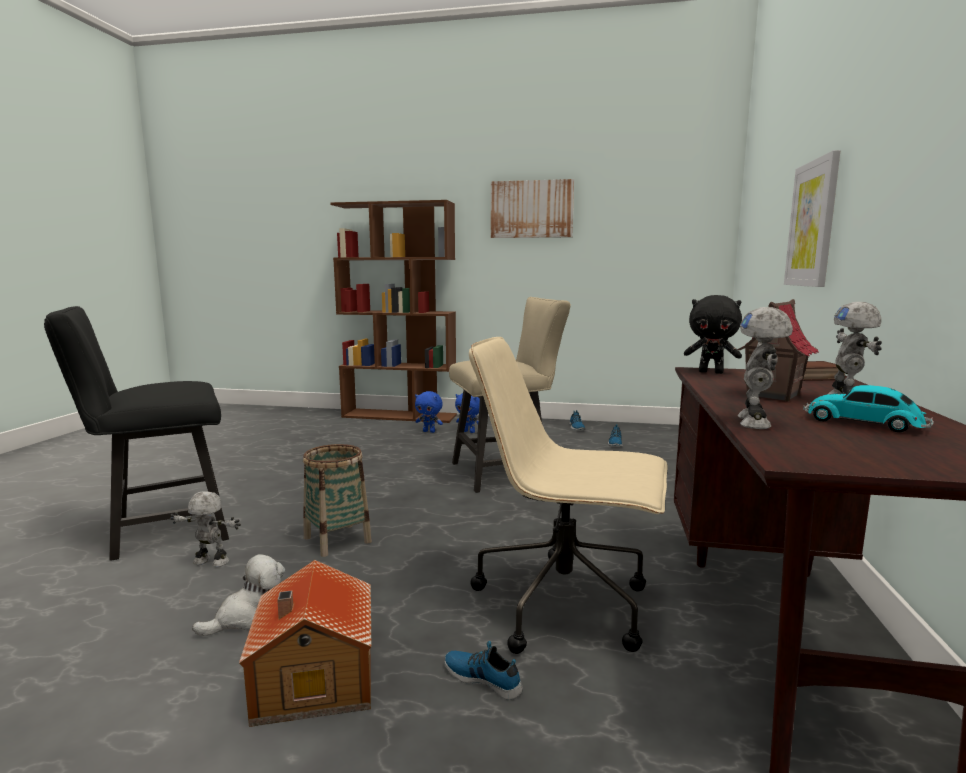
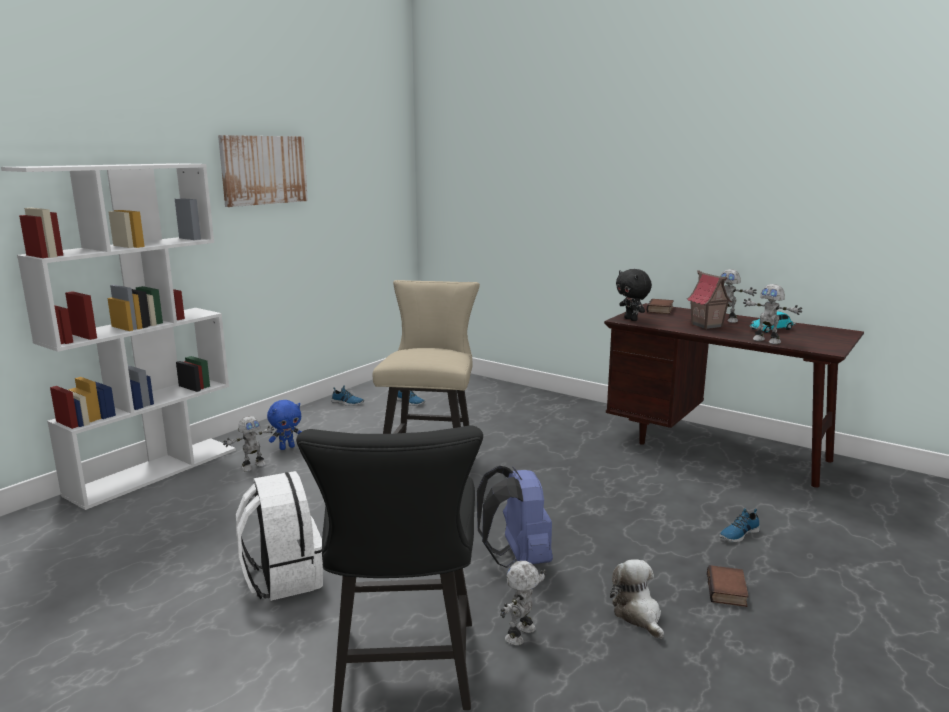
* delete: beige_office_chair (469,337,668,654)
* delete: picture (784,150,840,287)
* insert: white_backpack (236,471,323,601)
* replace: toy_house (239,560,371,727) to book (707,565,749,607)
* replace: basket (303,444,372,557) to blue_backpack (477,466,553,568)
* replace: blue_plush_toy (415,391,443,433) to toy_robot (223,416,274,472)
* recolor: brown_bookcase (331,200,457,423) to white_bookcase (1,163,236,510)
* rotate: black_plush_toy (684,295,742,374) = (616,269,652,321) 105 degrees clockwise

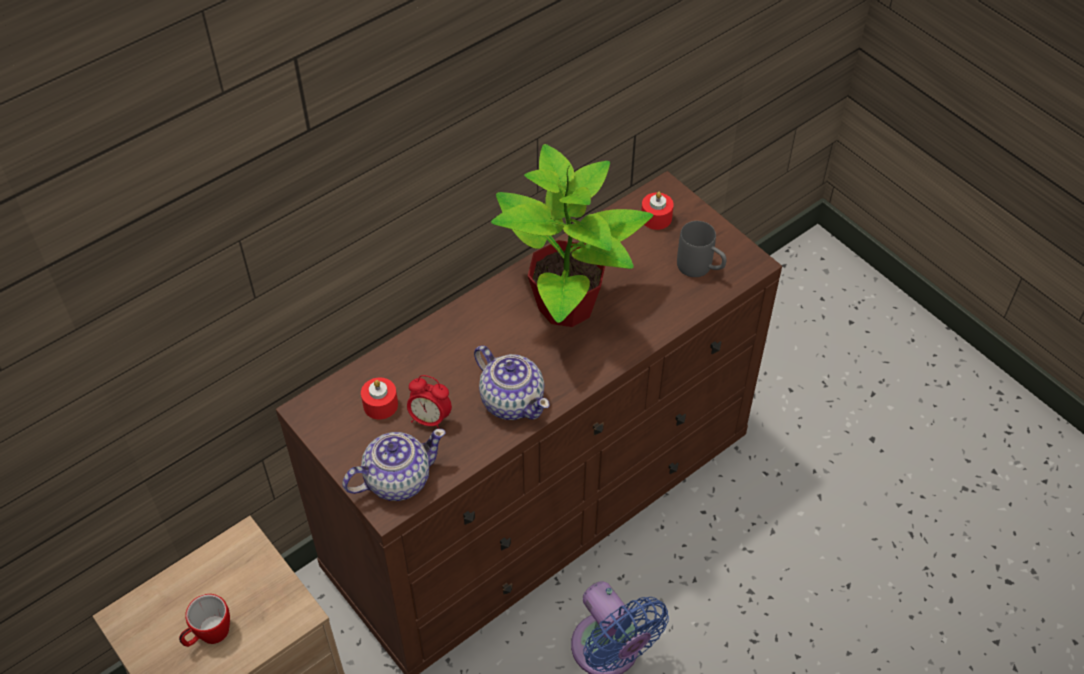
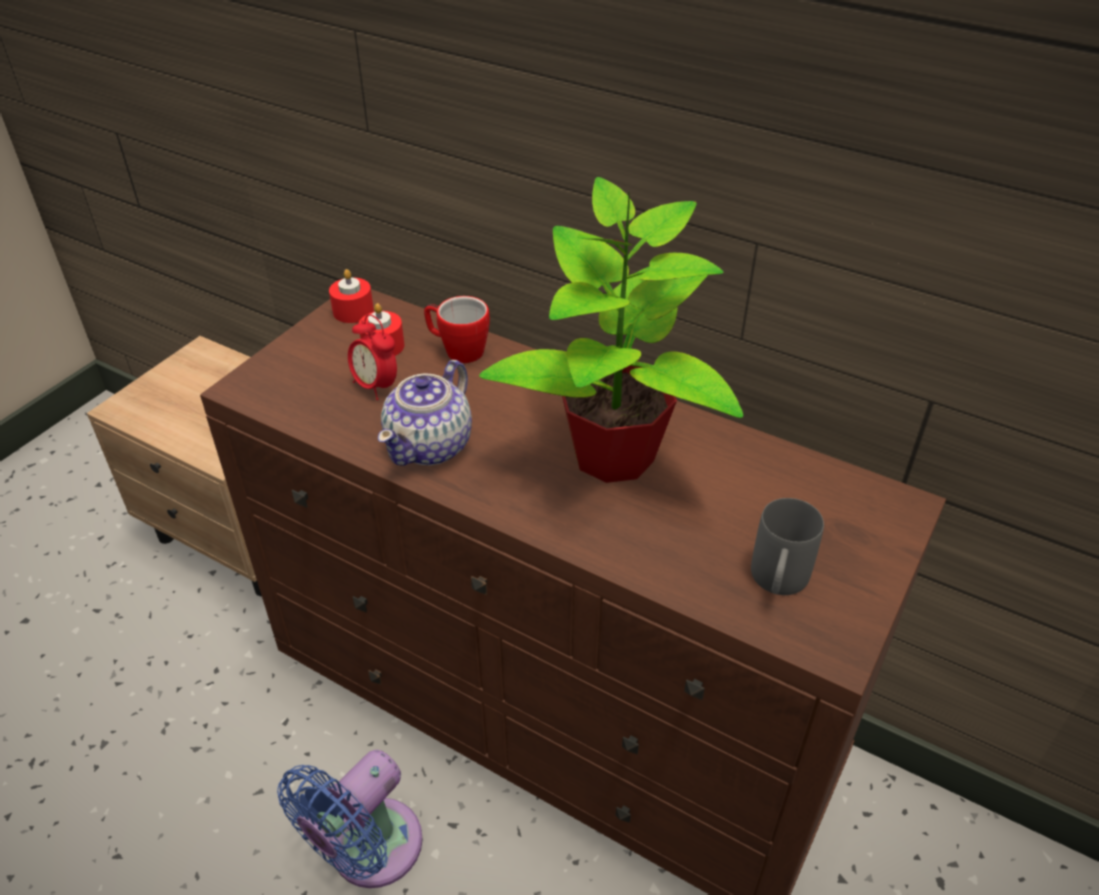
* delete: teapot (342,429,446,501)
* move: mug (179,594,230,647) to (424,296,490,363)
* move: red_candle (641,192,674,230) to (329,269,374,323)
* rotate: alarm_clock (407,375,452,429) = (348,314,397,400) 45 degrees counterclockwise

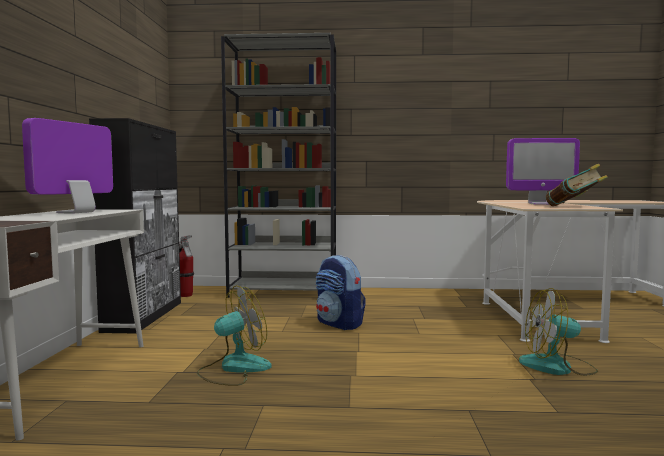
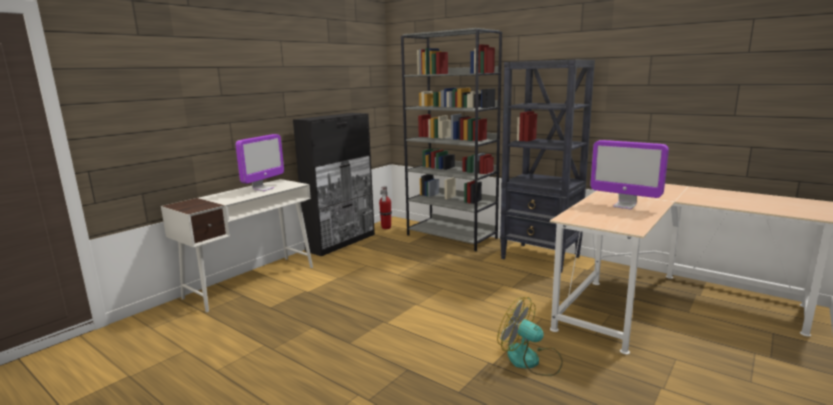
* delete: fan (197,285,272,386)
* delete: backpack (316,255,366,330)
* delete: book (546,164,608,206)
* insert: black_bookcase (500,60,595,273)
* rotate: monitor (22,118,113,214) = (235,134,284,191) 150 degrees clockwise

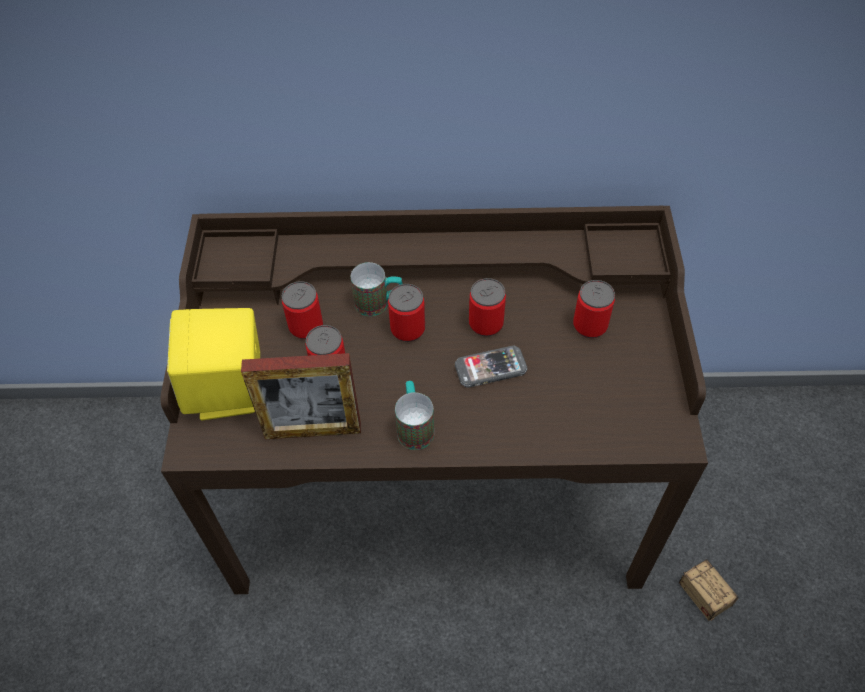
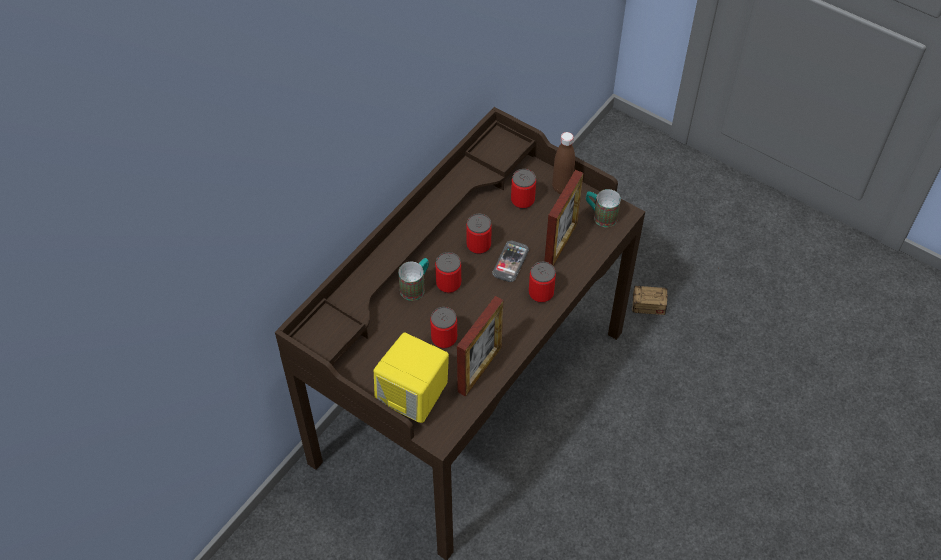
* insert: picture_frame (544,170,584,266)
* insert: brown_bottle (552,132,575,194)
* move: can (282,281,323,339) to (529,262,556,303)
* move: mug (395,381,434,450) to (586,189,621,227)

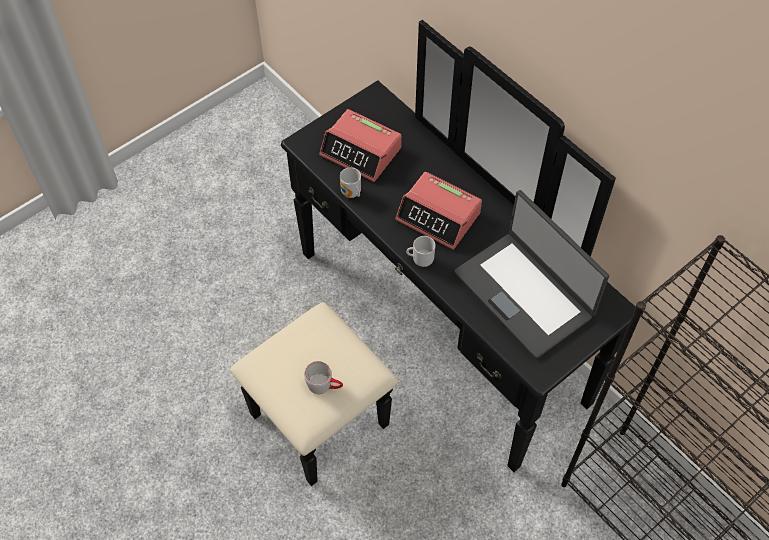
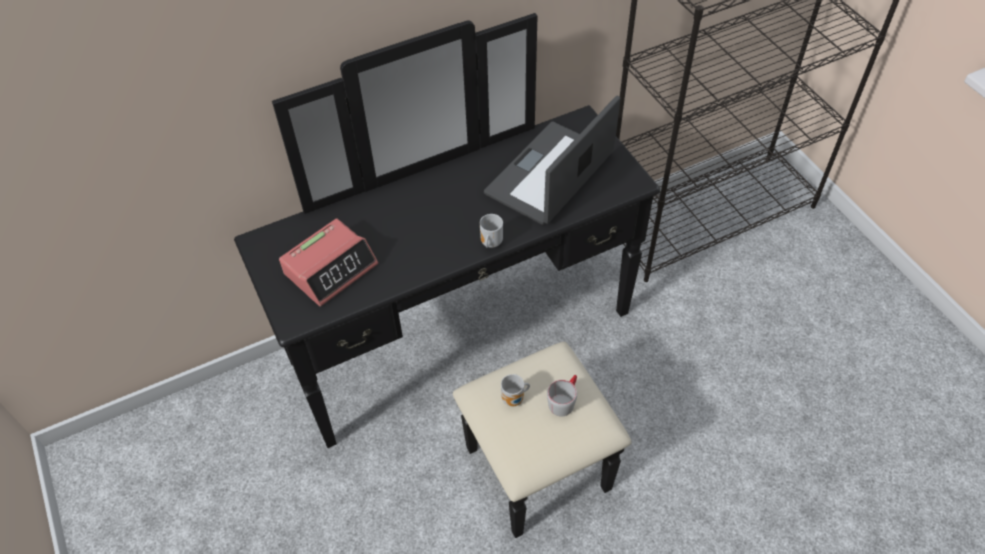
* delete: alarm_clock (396,172,482,250)
* move: mug (340,167,361,198) to (501,374,530,406)
* rotate: laptop (454,190,609,359) = (484,96,621,225) 150 degrees clockwise

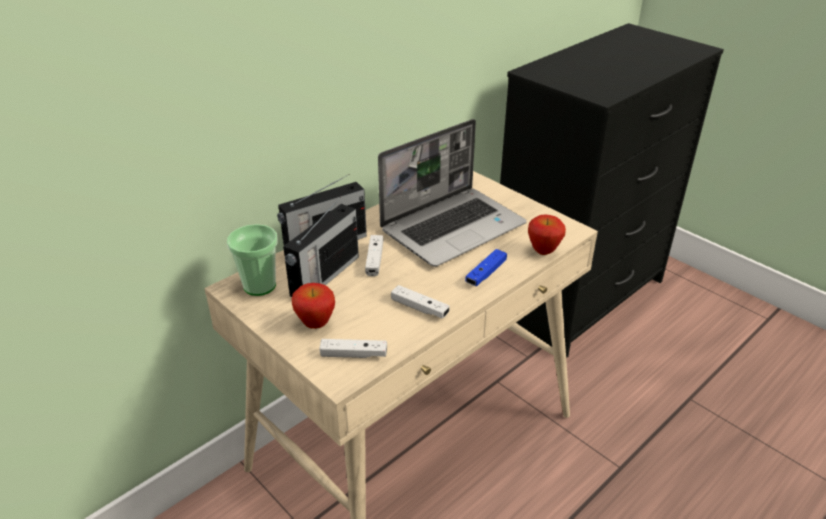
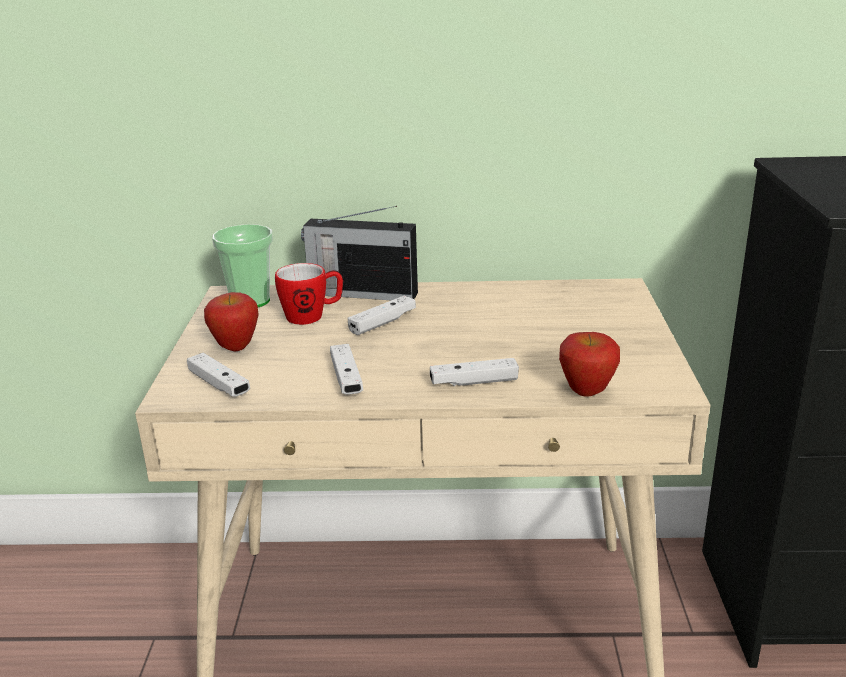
* delete: laptop (378,119,527,267)
* replace: radio (283,197,359,297) to mug (275,263,343,325)
* recolor: blue_game_controller (465,249,507,286) to white_game_controller (430,358,519,386)

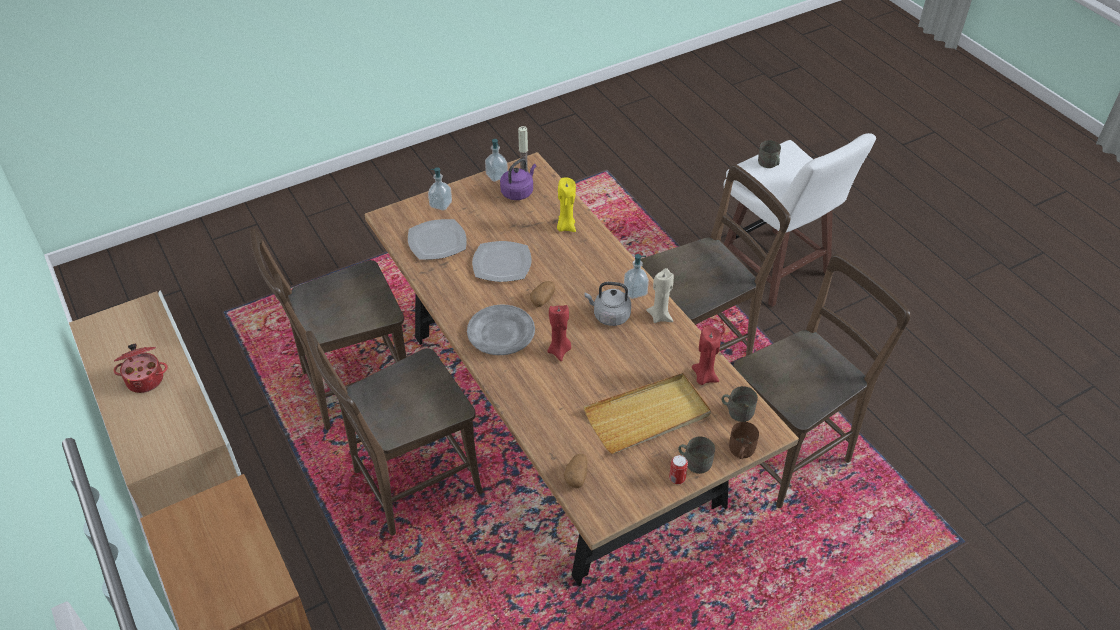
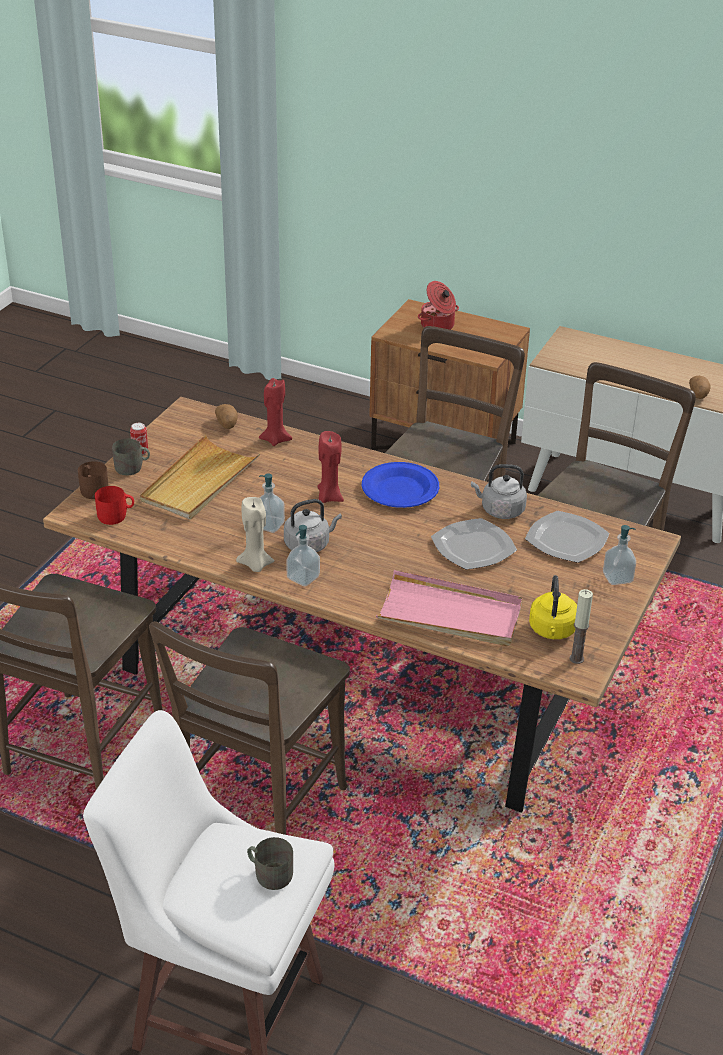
* insert: grey_kettle (471,464,527,519)
* move: cooking_pot (114,343,167,393) to (418,281,459,330)
* move: soap_dispenser (485,139,508,182) to (259,473,285,533)
* move: potato (530,281,555,307) to (689,376,711,399)
* move: red_candle (692,326,721,385) to (259,378,292,446)
* replace: yellow_candle (557,177,576,232) to pink_tray (376,570,523,646)
* recolor: grey_plate (467,305,535,355) to blue_plate (362,462,439,508)
* recolor: purple_kettle (500,159,536,200) to yellow_kettle (529,575,577,639)
* recolor: grey_mug (722,386,758,422) to red_mug (95,486,134,525)

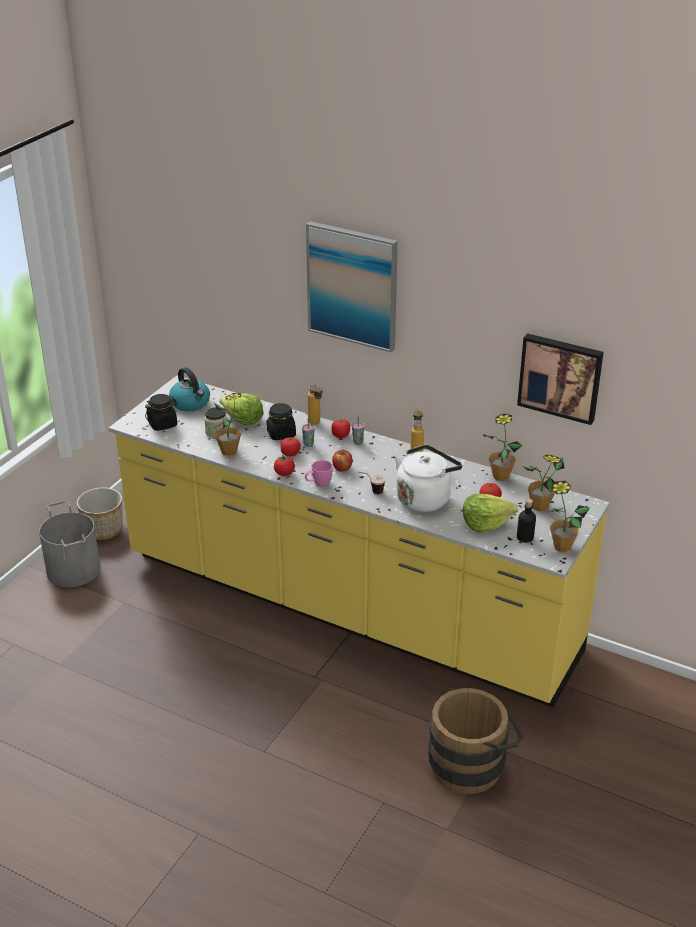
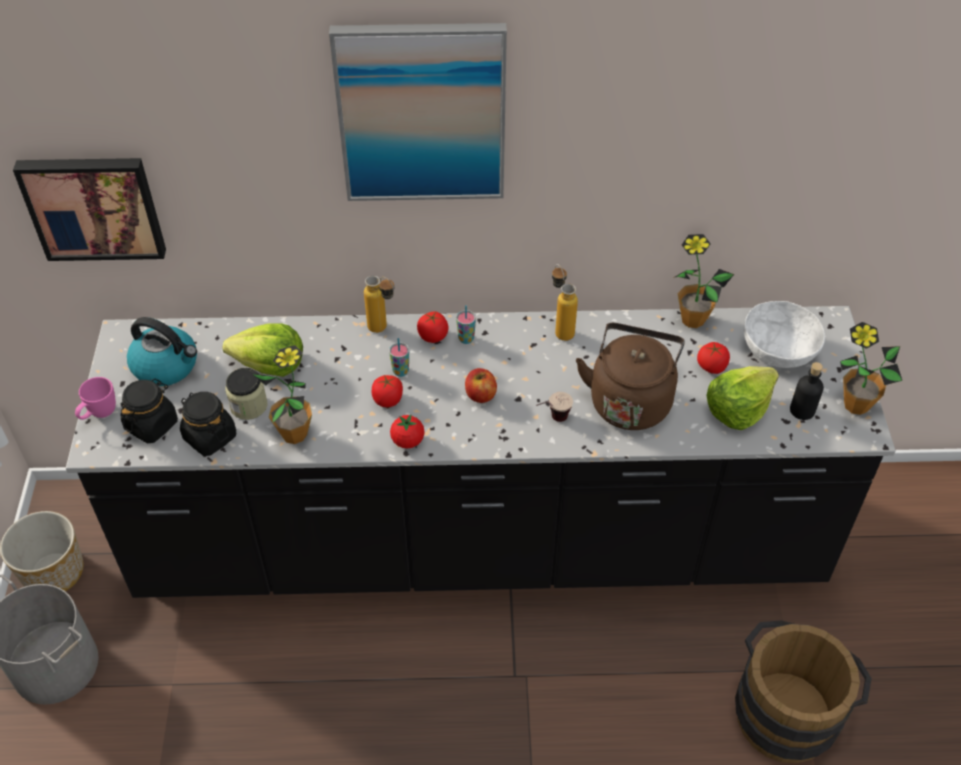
* move: black_jar (267,403,296,440) to (180,392,236,456)
* move: pink_mug (305,460,333,487) to (75,377,116,420)
* move: picture (517,333,603,425) to (13,158,166,261)
* replace: potted_plant (523,454,565,511) to white_bowl (744,301,825,368)
* recolor: yellow_counter (109,375,610,708) to black_counter (66,306,896,598)
* recolor: white_kettle (395,445,462,512) to brown_kettle (576,323,685,430)

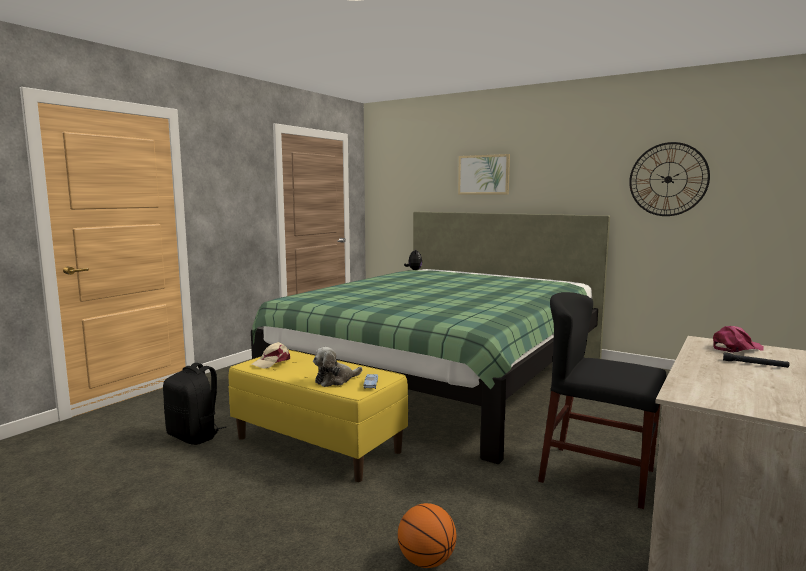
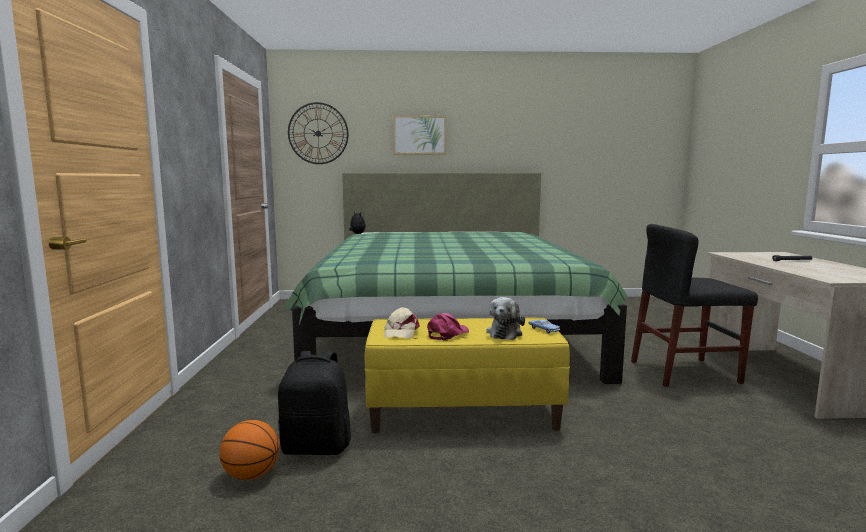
* move: basketball (398,503,456,568) to (219,420,280,480)
* move: wall_clock (629,142,710,216) to (288,102,349,164)
* move: pink_cap (713,326,764,353) to (427,313,469,341)

